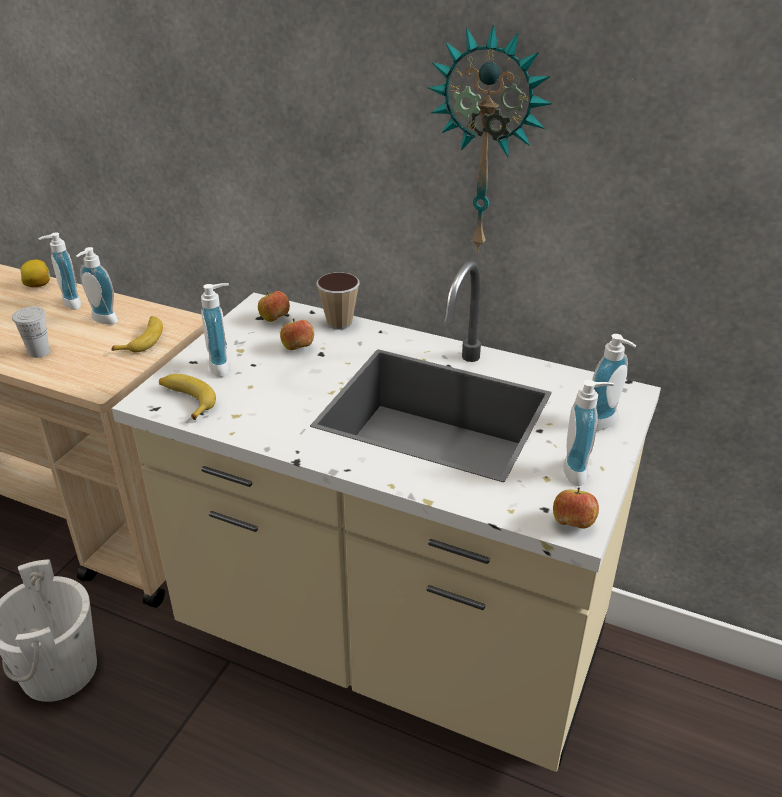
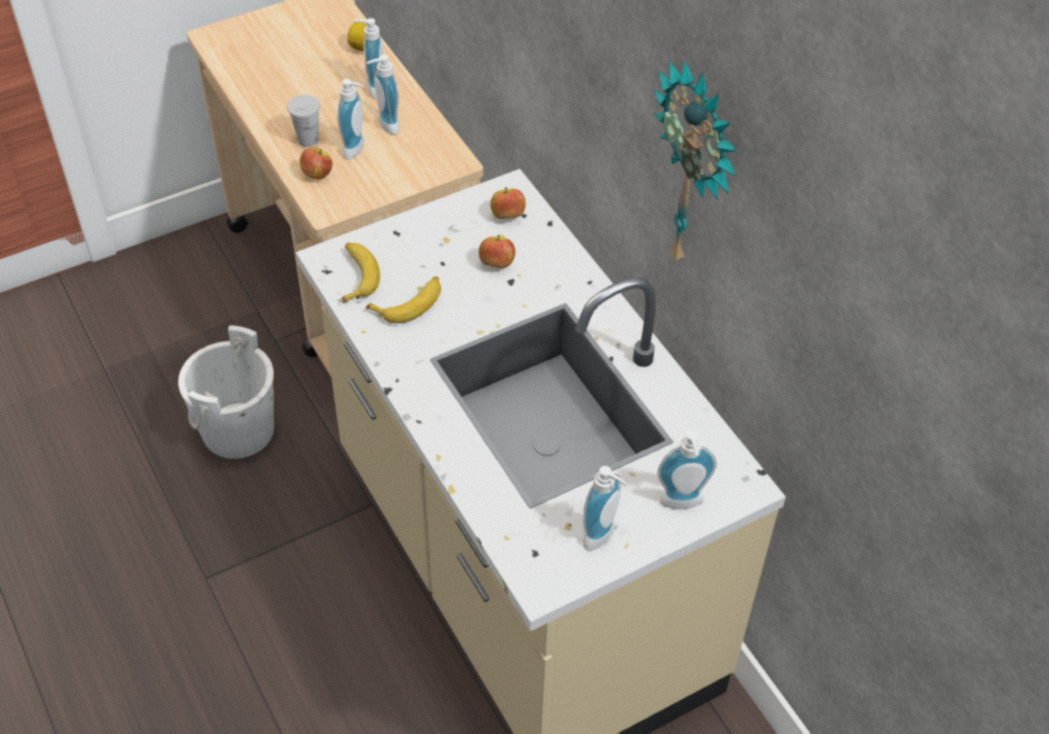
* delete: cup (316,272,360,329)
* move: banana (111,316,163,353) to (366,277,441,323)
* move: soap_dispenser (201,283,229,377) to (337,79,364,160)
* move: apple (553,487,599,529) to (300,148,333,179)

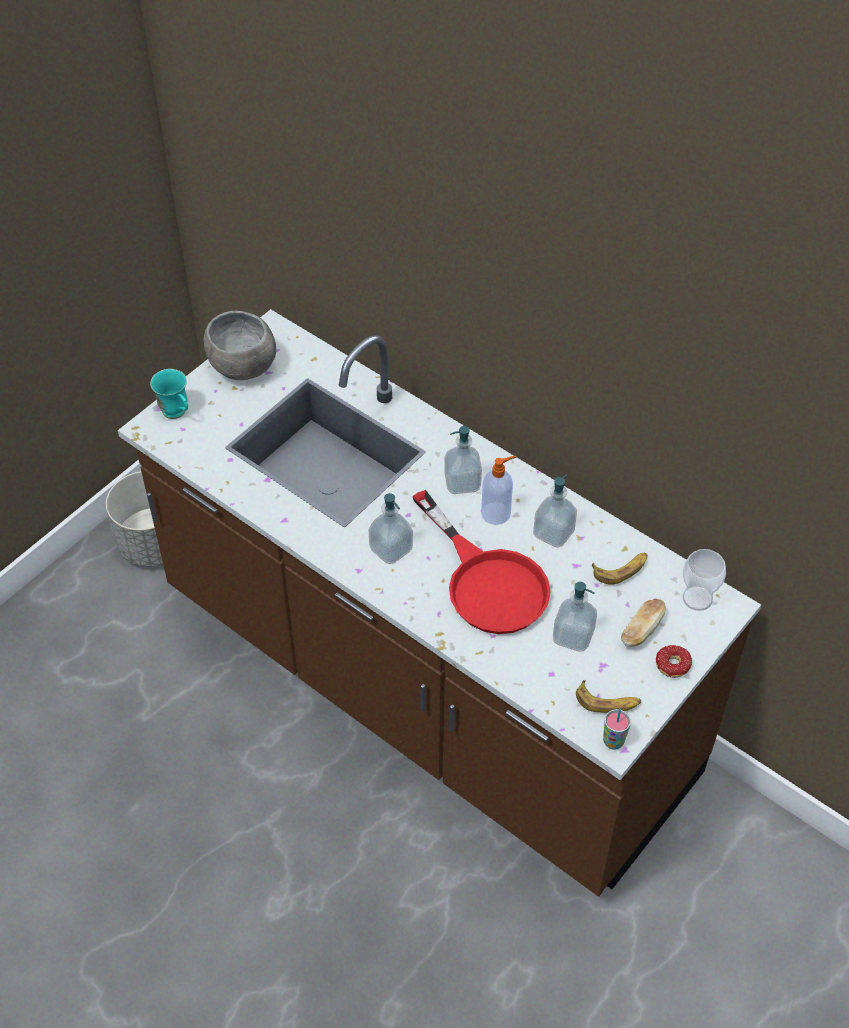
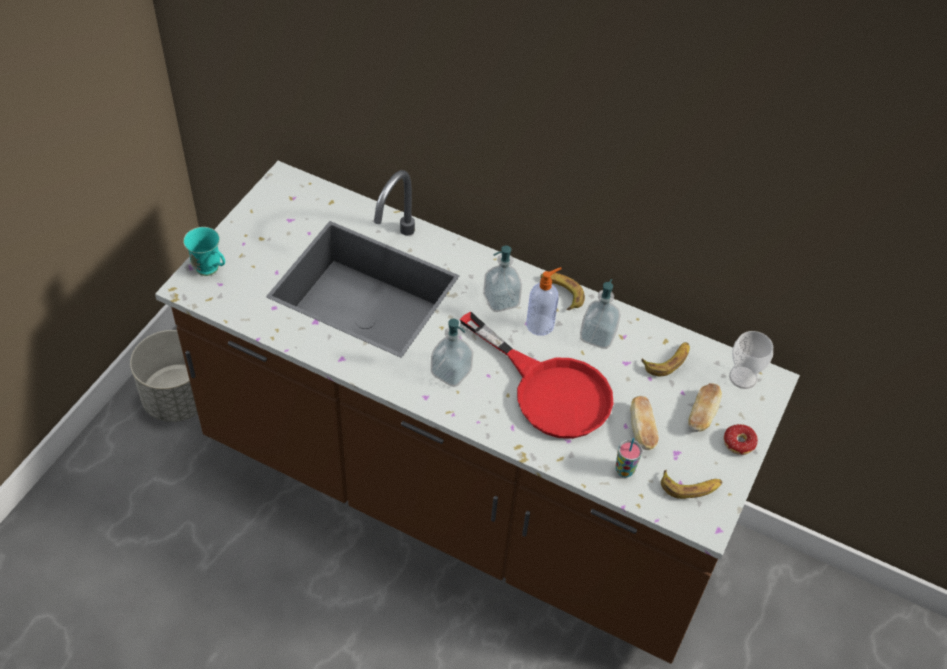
* delete: grey_bowl (204,311,276,380)
* insert: banana (540,273,585,310)
* move: cup (603,709,631,750) to (615,438,642,477)
* replace: soap_dispenser (553,582,597,652) to bread (630,396,658,450)

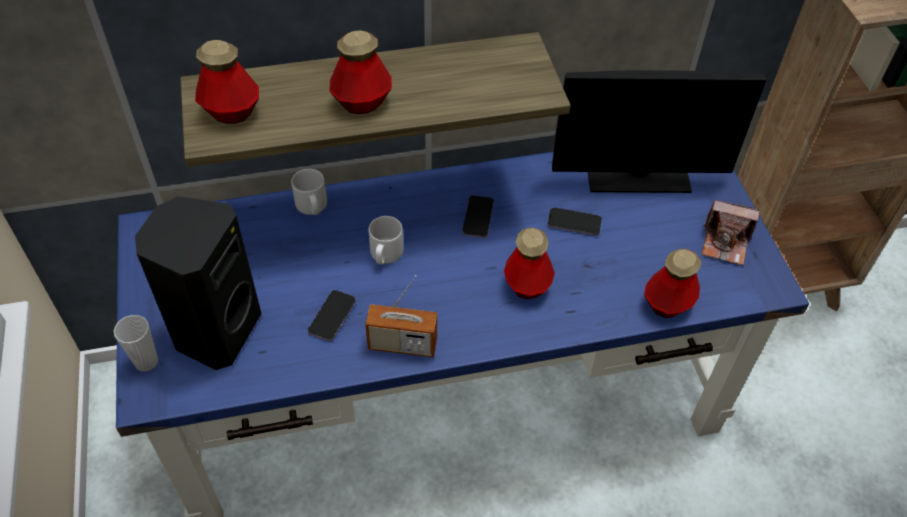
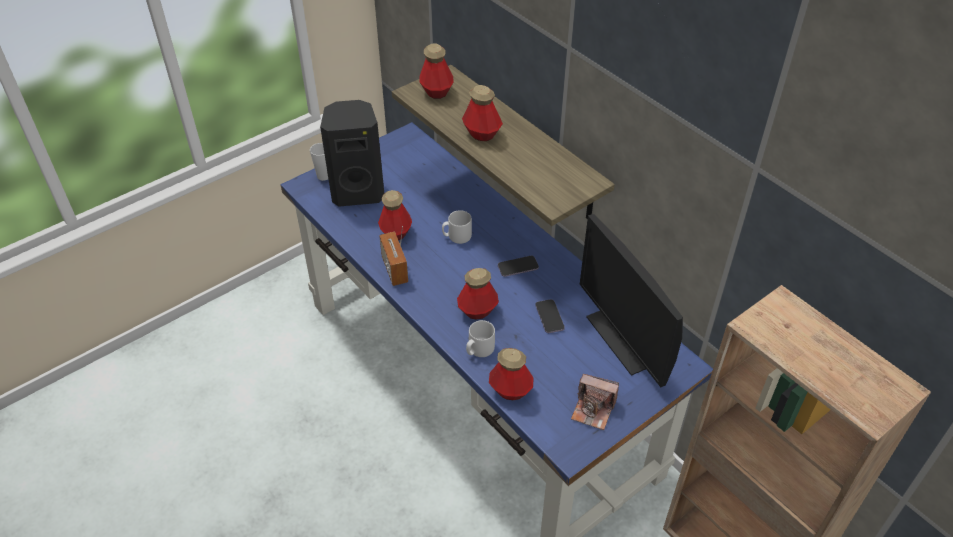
* move: grey_mug (291,169,327,215) to (466,320,495,357)
* replace: phone (308,290,356,341) to bottle (378,190,412,240)
* rotate: photo_camera (702,200,759,265) = (571,374,619,430) 60 degrees counterclockwise

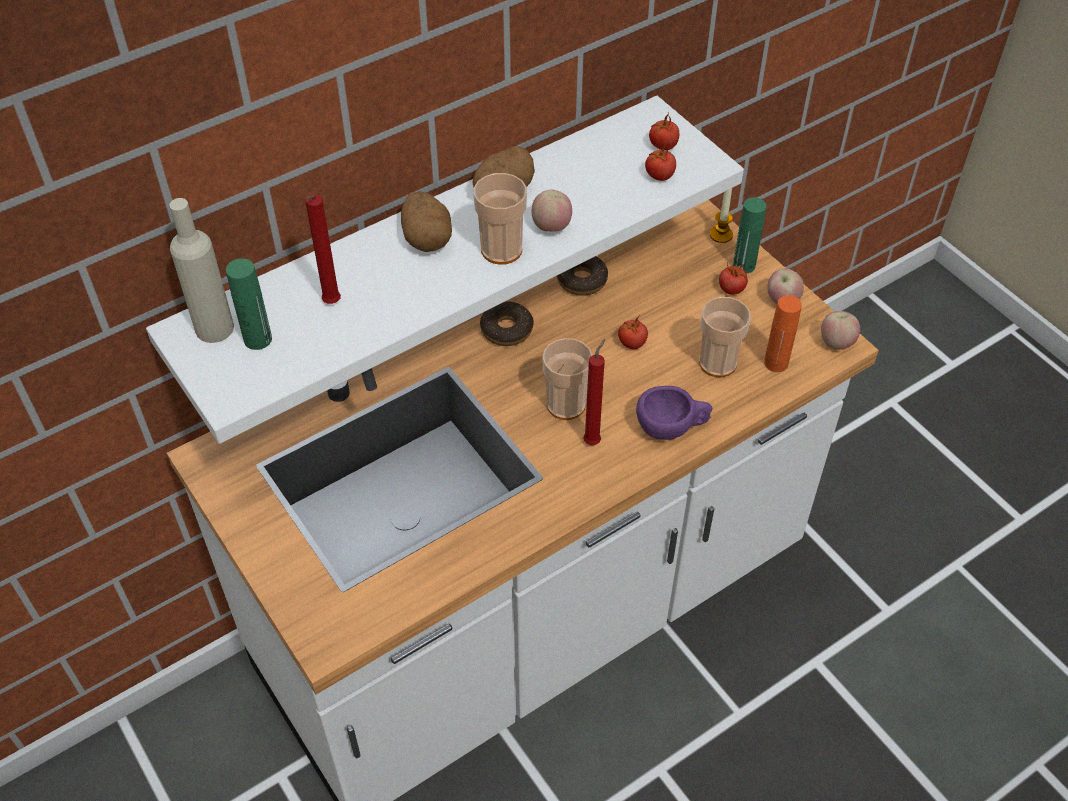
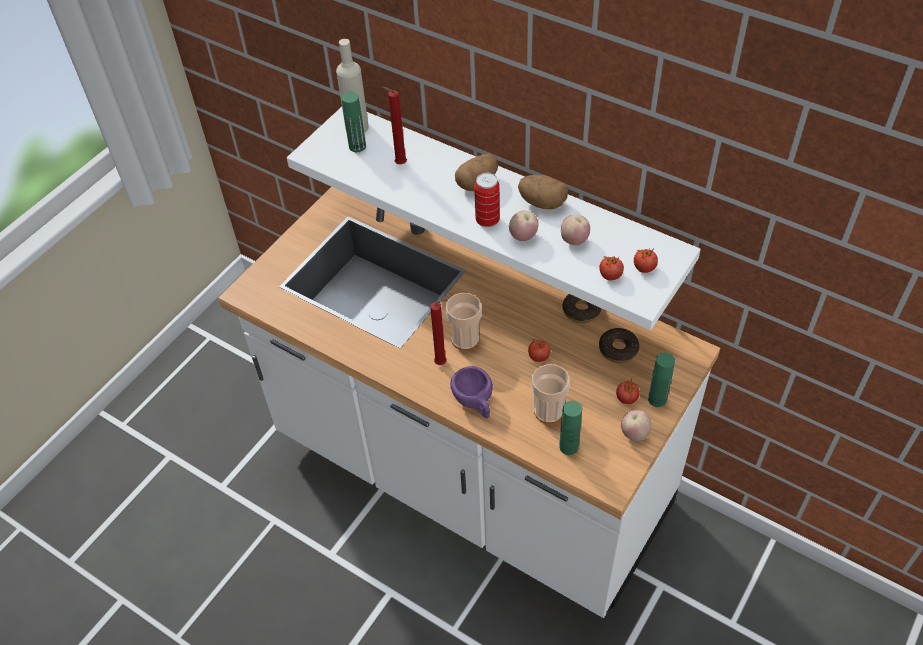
* delete: candle (710,188,733,243)
* move: donut (480,301,534,346) to (599,328,640,363)
* move: apple (821,311,860,350) to (561,215,590,245)
* replace: cup (474,173,527,264) to can (474,173,500,227)
* recolor: orange_bottle (764,295,802,372) to green_bottle (559,401,582,455)

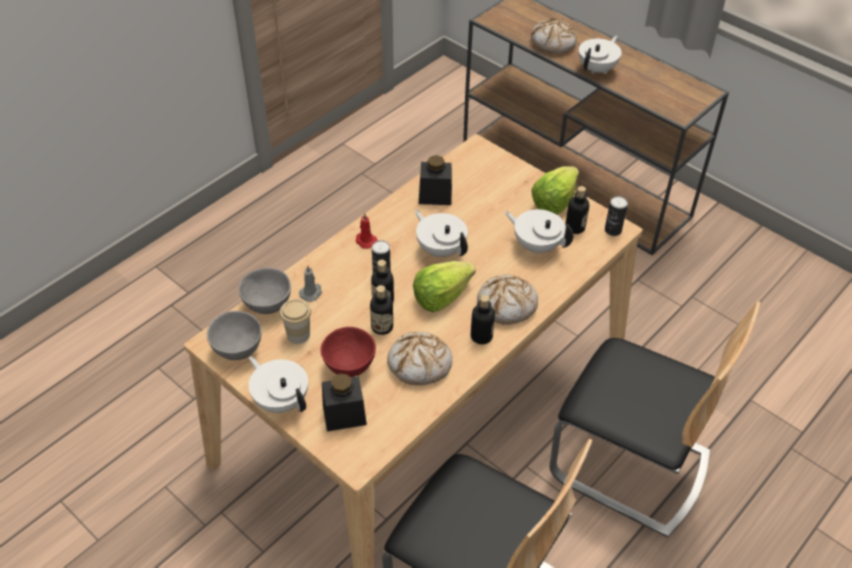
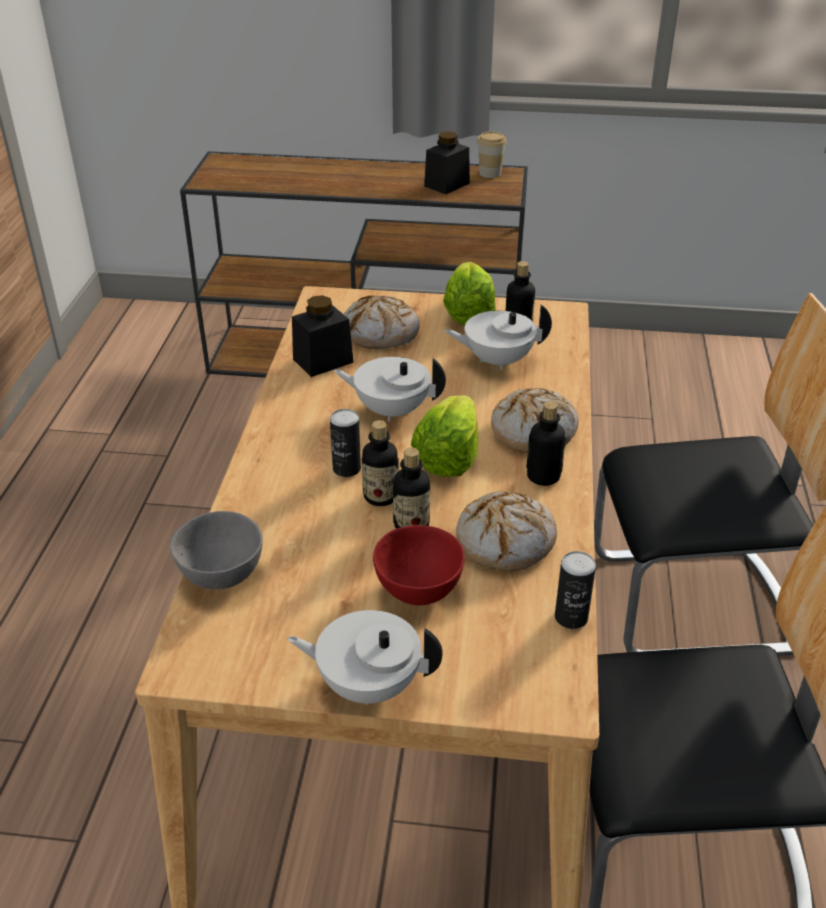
* delete: grey_bowl (207,311,262,360)
* delete: grey_candle (299,265,322,302)
* delete: red_candle (356,213,377,249)
* delete: white_teapot (579,36,622,74)
* move: cup (280,299,311,344) to (477,131,507,178)
* move: black_jar (322,373,367,432) to (424,131,470,194)
* move: bread (531,18,577,53) to (344,295,420,349)
* move: can (605,196,628,236) to (555,551,596,629)

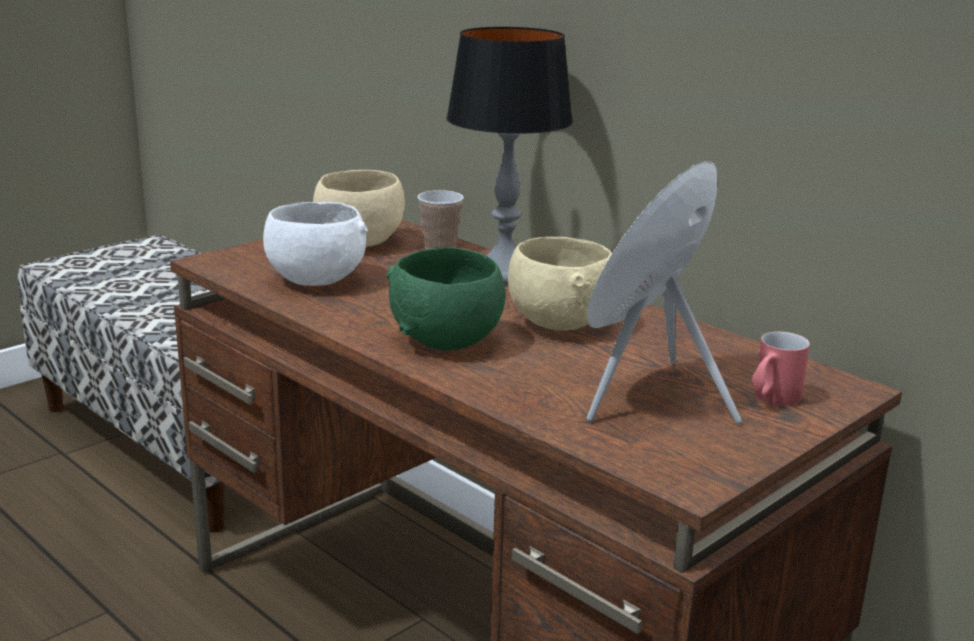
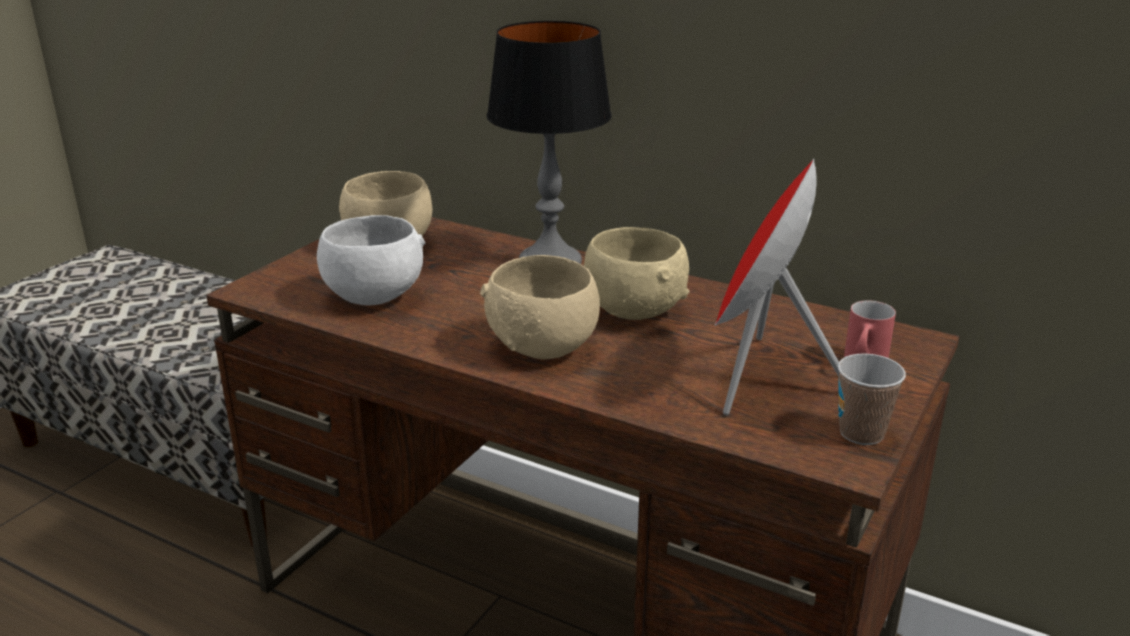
* move: cup (418,190,464,249) to (838,354,906,445)
* recolor: green_bowl (386,248,505,350) to beige_bowl (480,255,600,359)

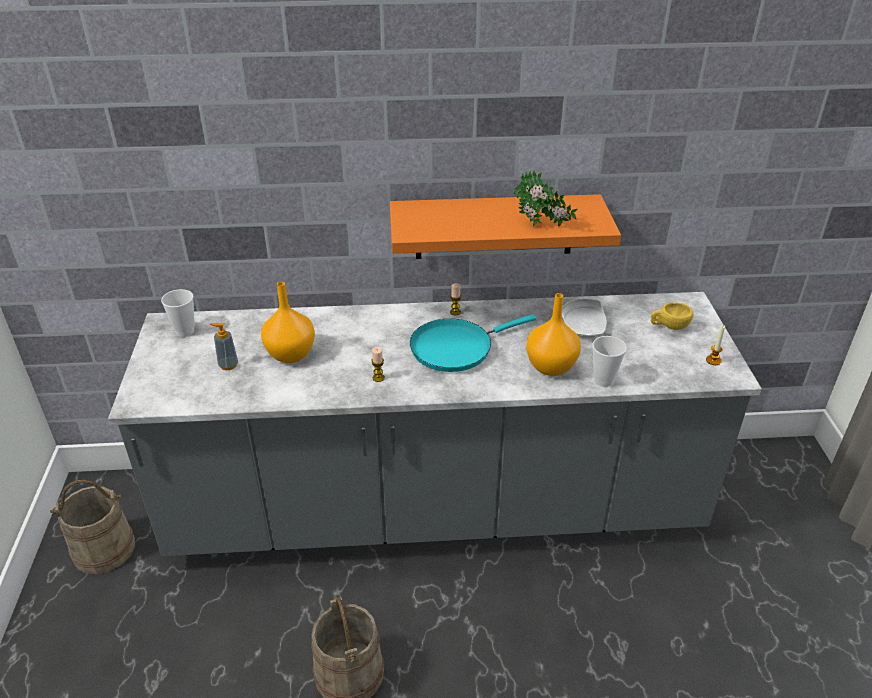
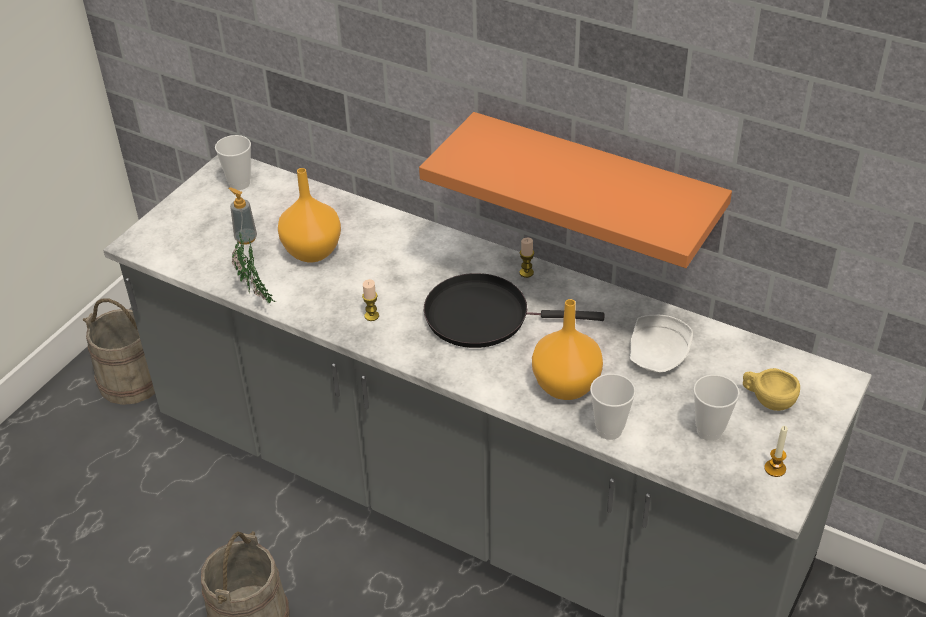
* insert: cup (693,375,740,441)
* move: potted_plant (514,170,577,226) to (232,233,276,305)
* recolor: turquoise_frying_pan (410,314,536,372) to black_frying_pan (424,273,604,348)

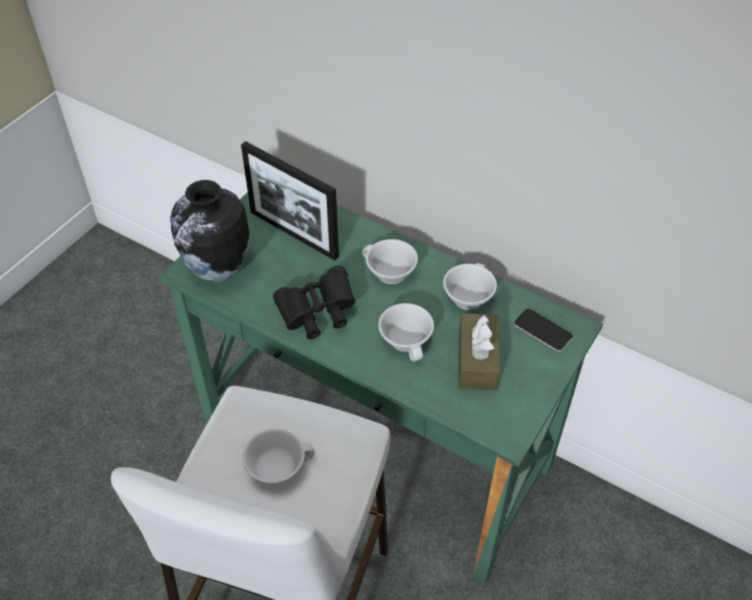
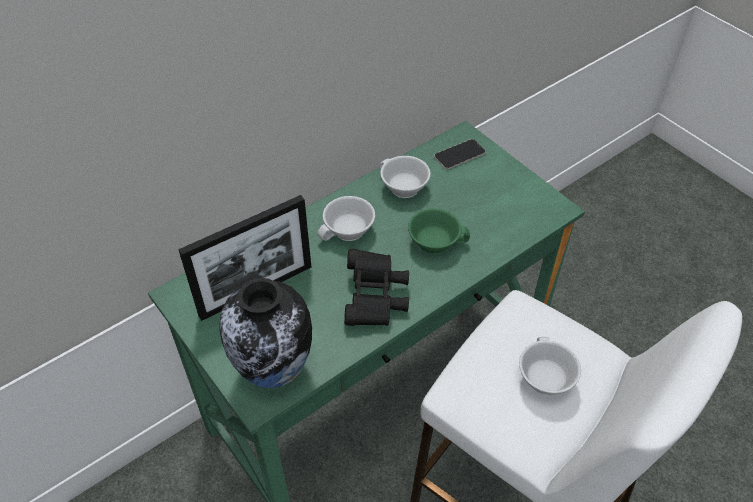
* delete: brown_tissue_box (458,313,501,391)
* recolor: white_cup (378,303,434,362) to green_cup (408,208,470,254)

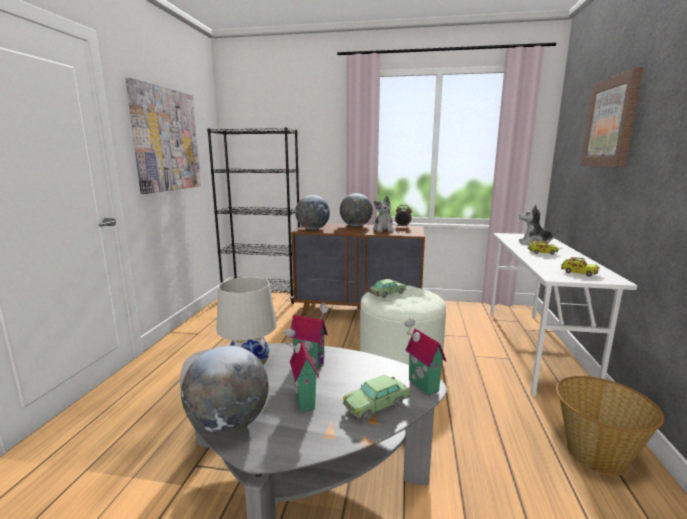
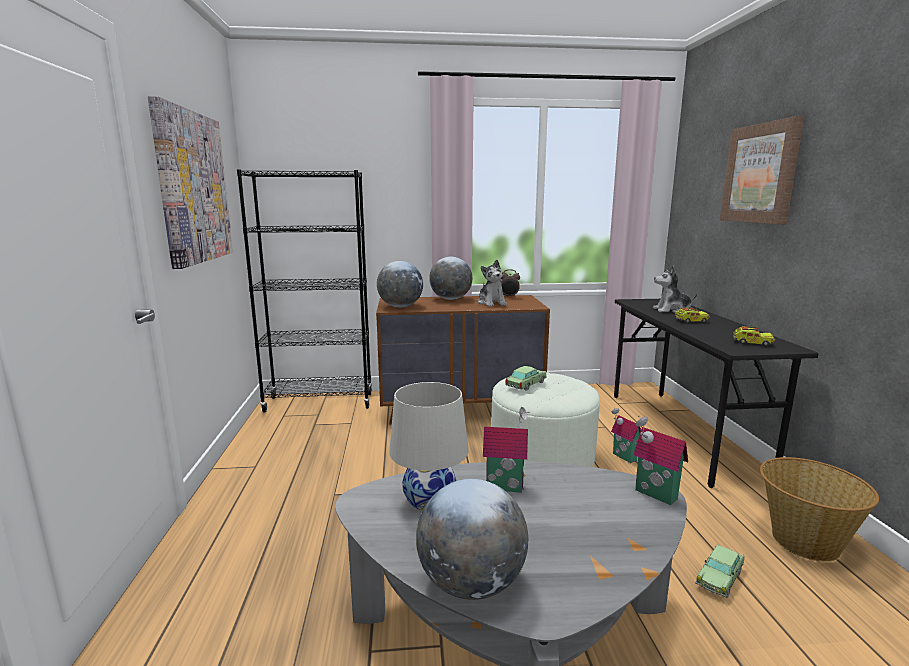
* move: toy_house (284,328,319,412) to (611,408,641,463)
* move: toy_car (343,375,410,421) to (695,544,744,598)
* recolor: white_desk (490,233,637,397) to black_desk (614,299,819,488)

